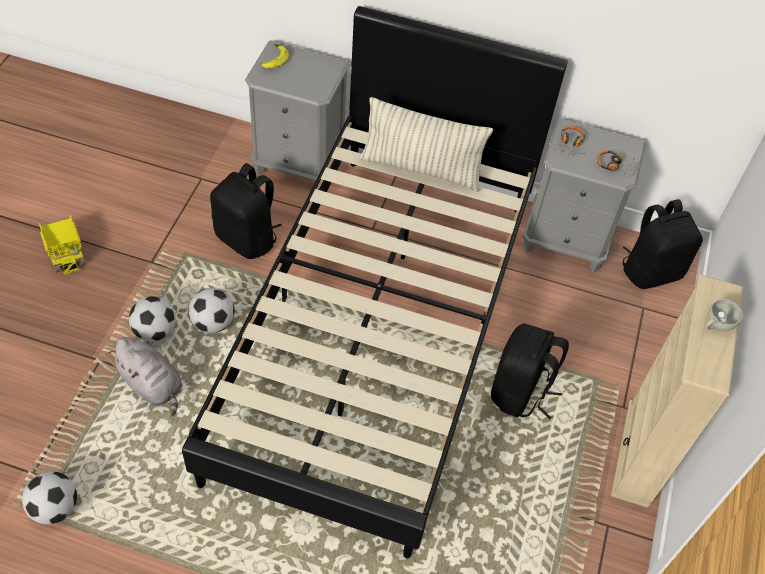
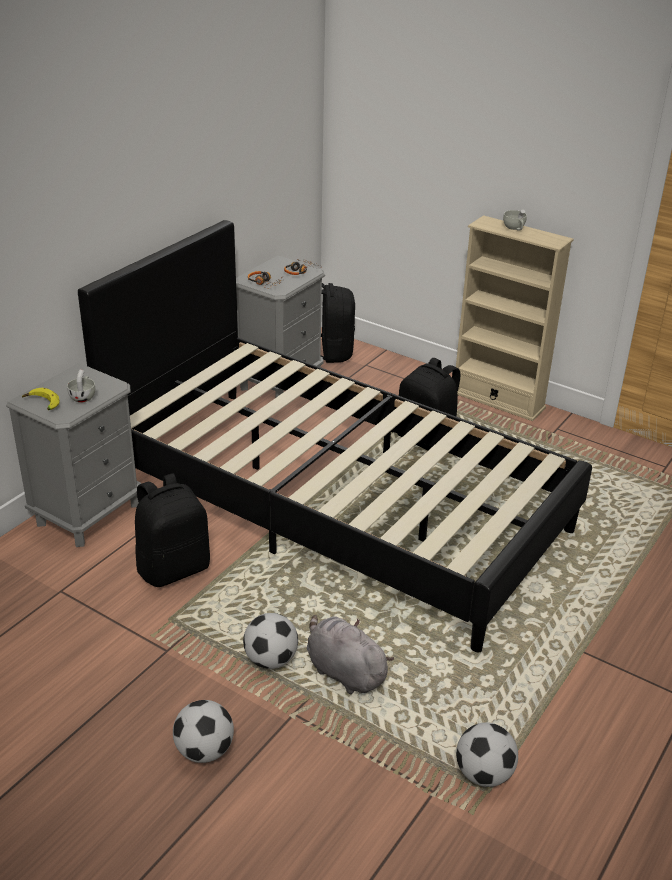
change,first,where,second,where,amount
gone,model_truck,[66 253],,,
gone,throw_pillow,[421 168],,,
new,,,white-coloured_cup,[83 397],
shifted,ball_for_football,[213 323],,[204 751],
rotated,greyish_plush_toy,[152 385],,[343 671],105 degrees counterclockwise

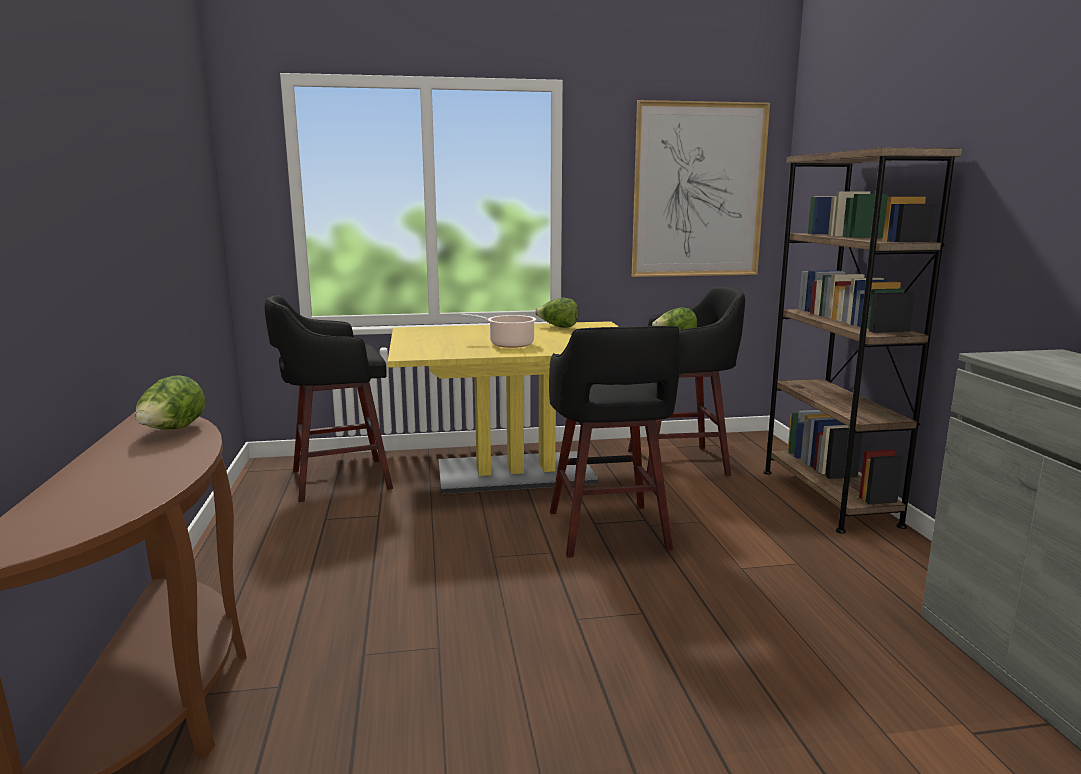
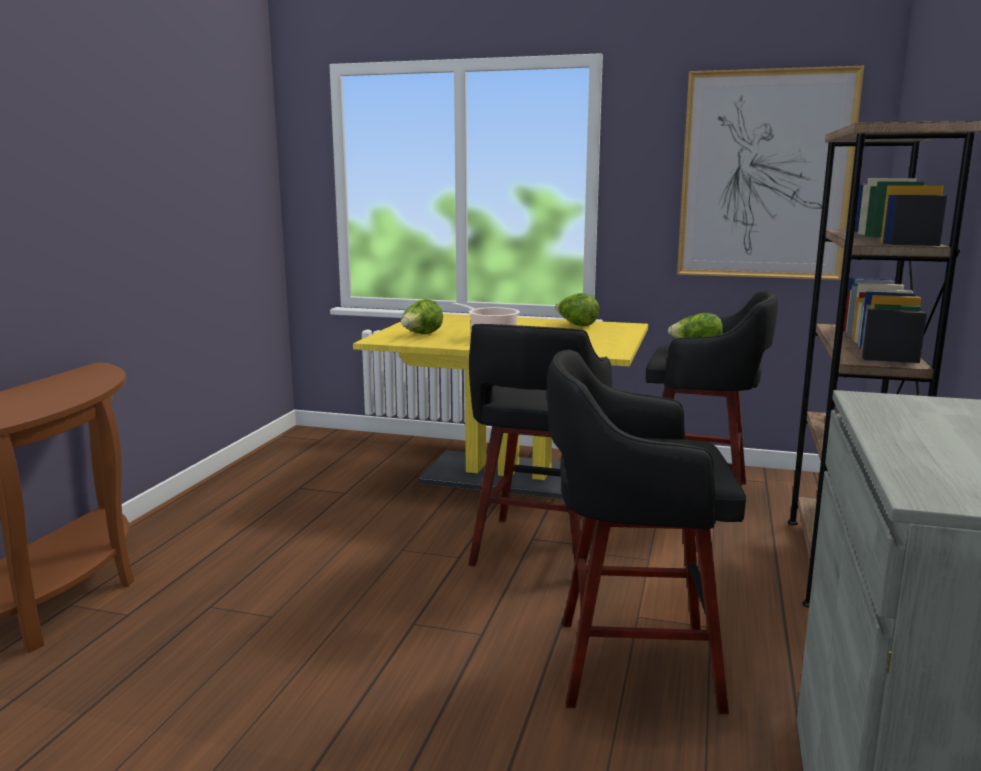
change,first,where,second,where,amount
shifted,lettuce,[172 431],,[421 335],
shifted,black_sitting_stool,[336 480],,[630 663],

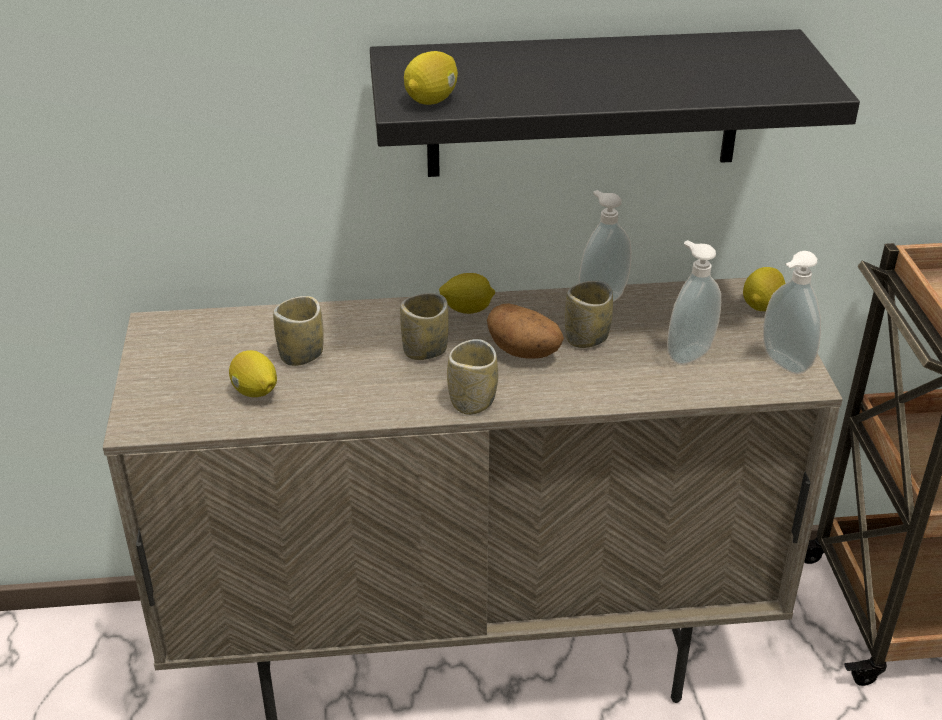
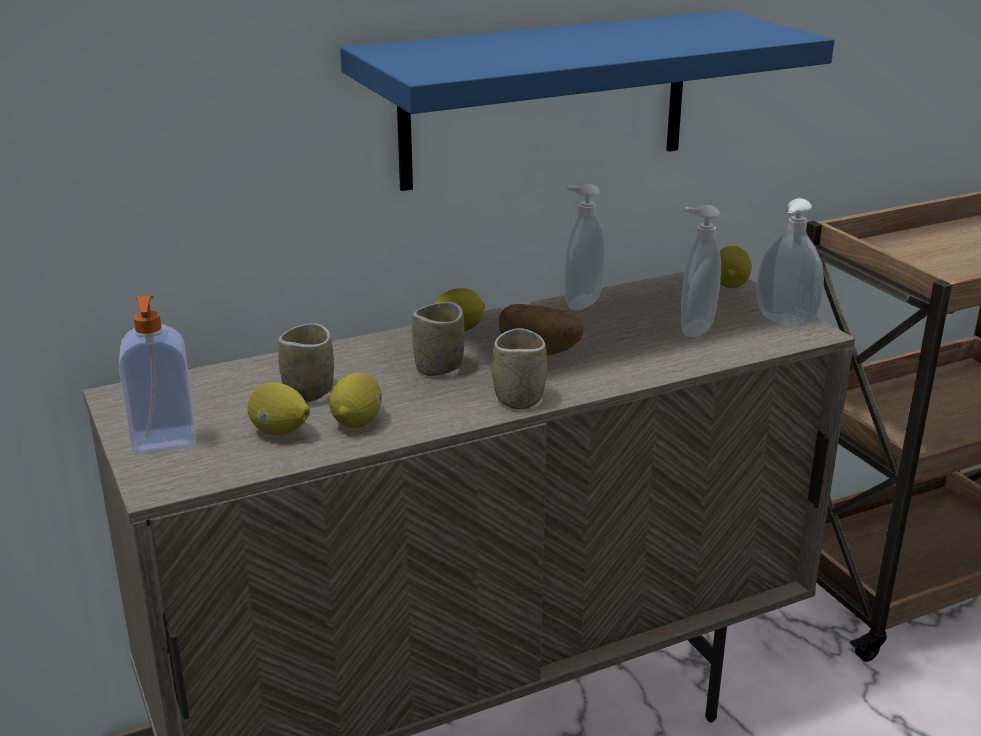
change,first,where,second,where,amount
gone,cup,[586 338],,,
new,,,soap_bottle,[164 441],
shifted,citrus_fruit,[432 100],,[358 421],
repainted,black_wall_shelf,[584 104],blue_wall_shelf,[546 99],

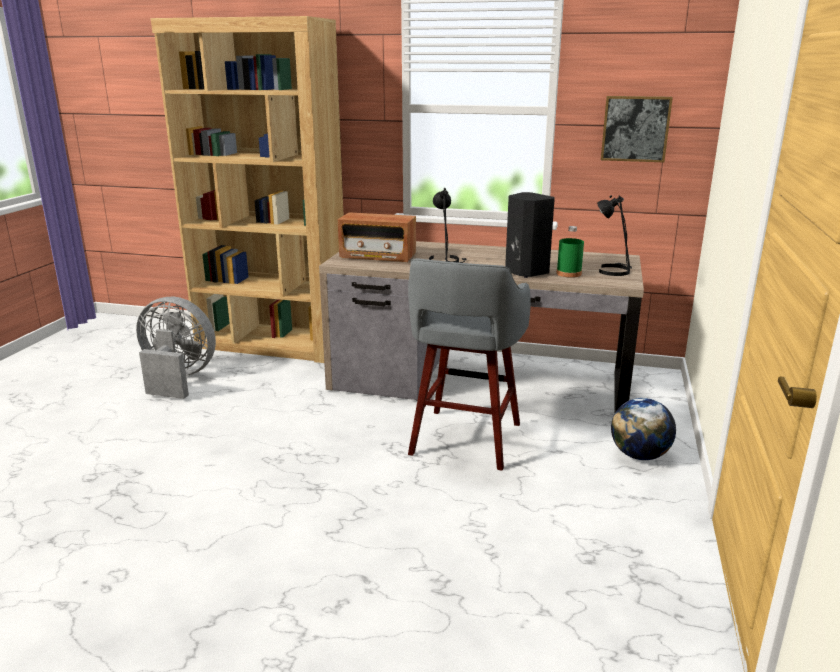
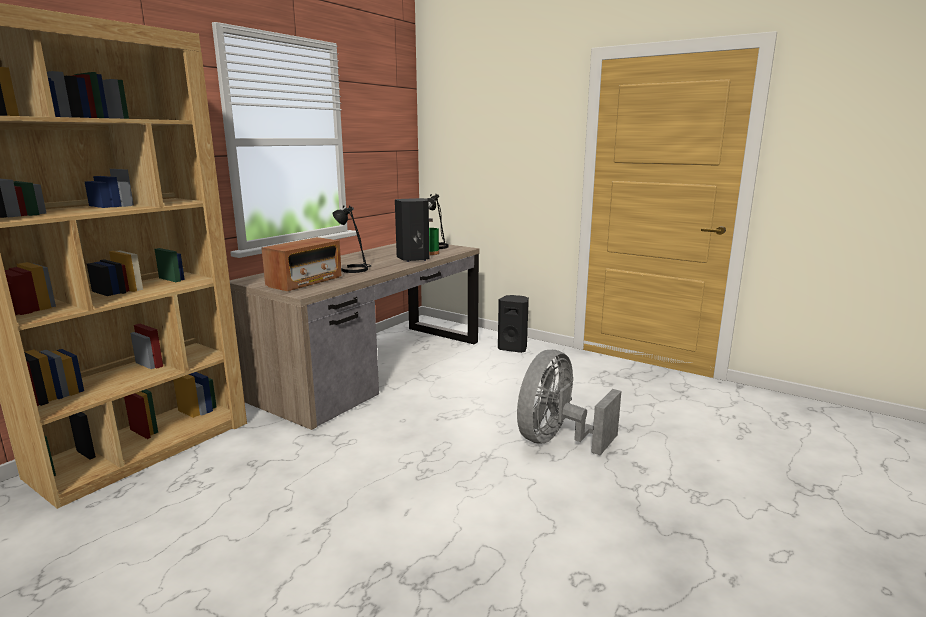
change,first,where,second,where,amount
gone,greyish_sitting_stool,[464 441],,,
gone,wall_art,[635 129],,,
shifted,greyish_electric_fan,[177 379],,[557 440],
swapped,globe,[639 455],black_loudspeaker,[513 348],

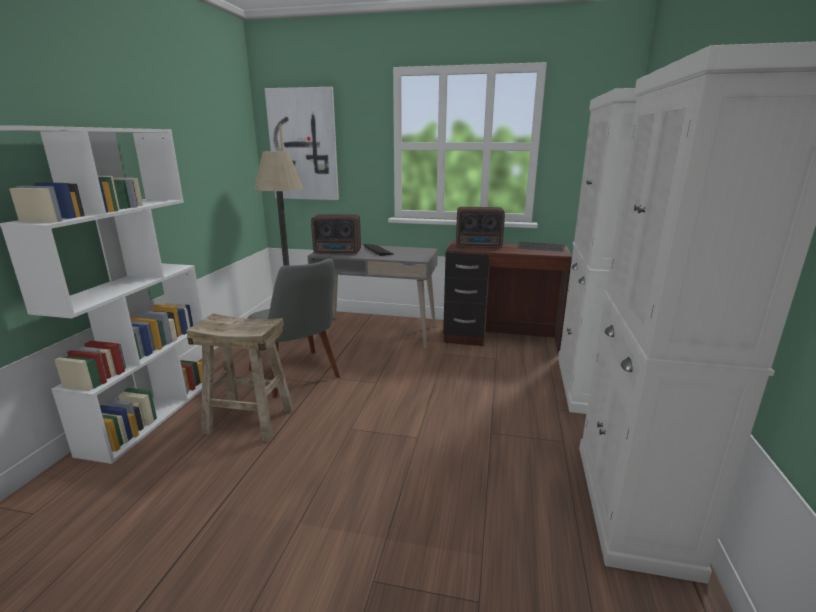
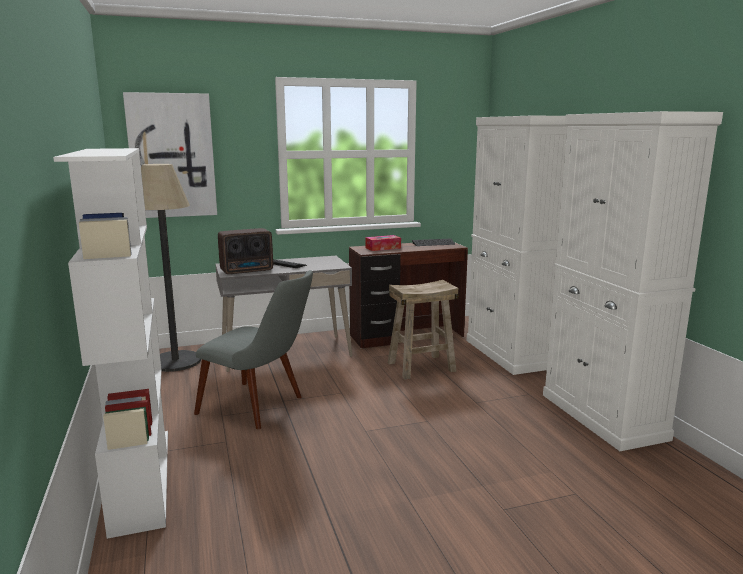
change,first,where,second,where,amount
shifted,beige_sitting_stool,[249 421],,[421 367],
swapped,radio,[479 246],box_of_tissues,[383 248],

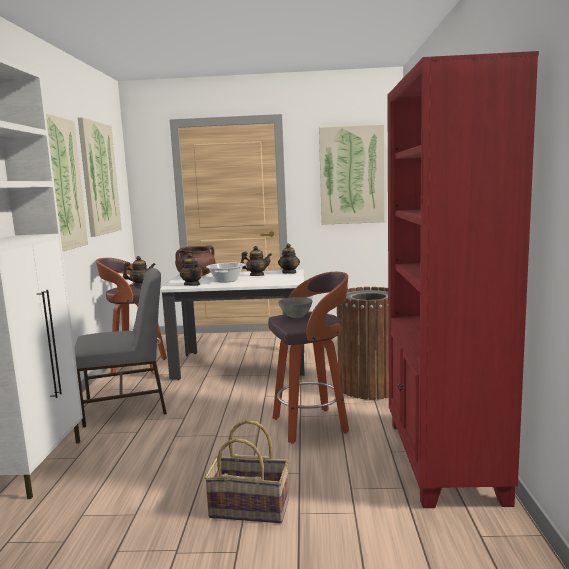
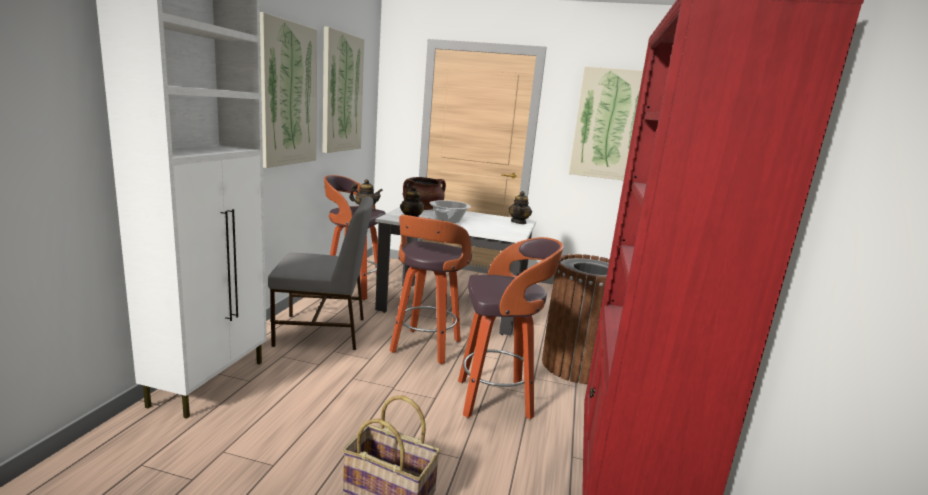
change,first,where,second,where,amount
gone,pot_for_tea,[257 275],,,
gone,greyish_serving_bowl,[296 317],,,
new,,,sitting_stool,[425 347],

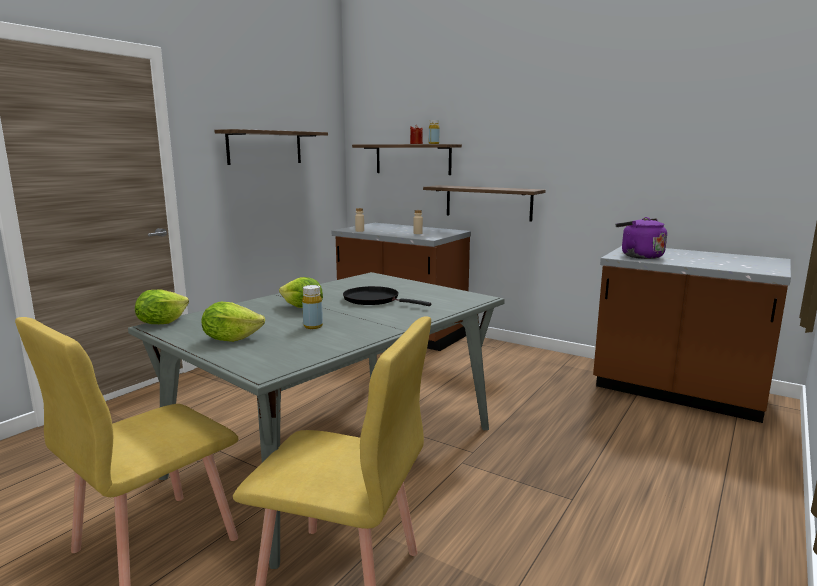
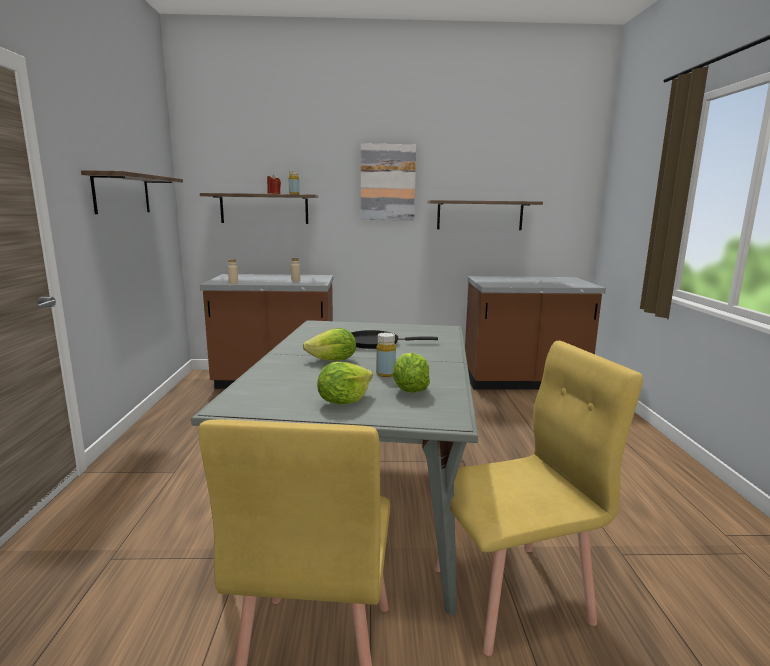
change,first,where,second,where,amount
gone,purple-coloured_water_kettle,[639 256],,,
new,,,wall_art,[387 182],
shifted,lettuce,[161 322],,[409 389],
shifted,wall_shelf,[488 202],,[480 215],

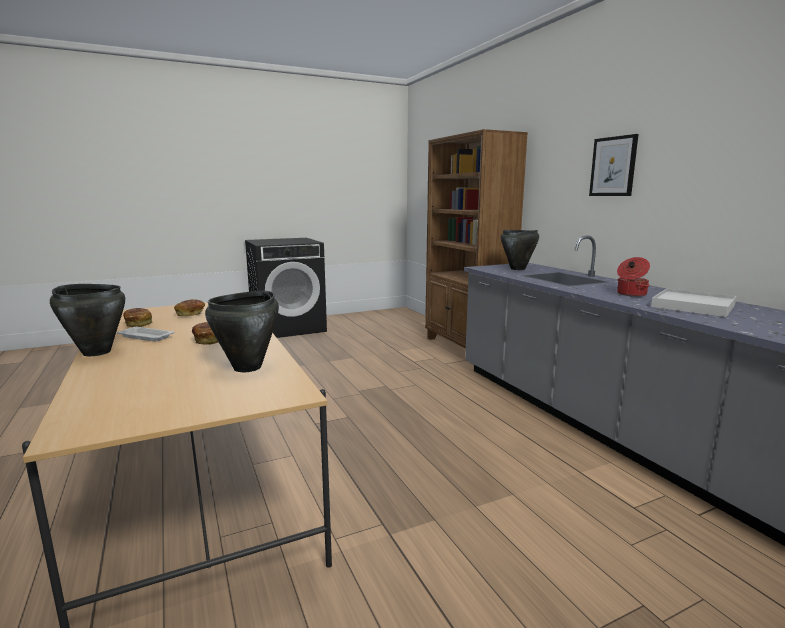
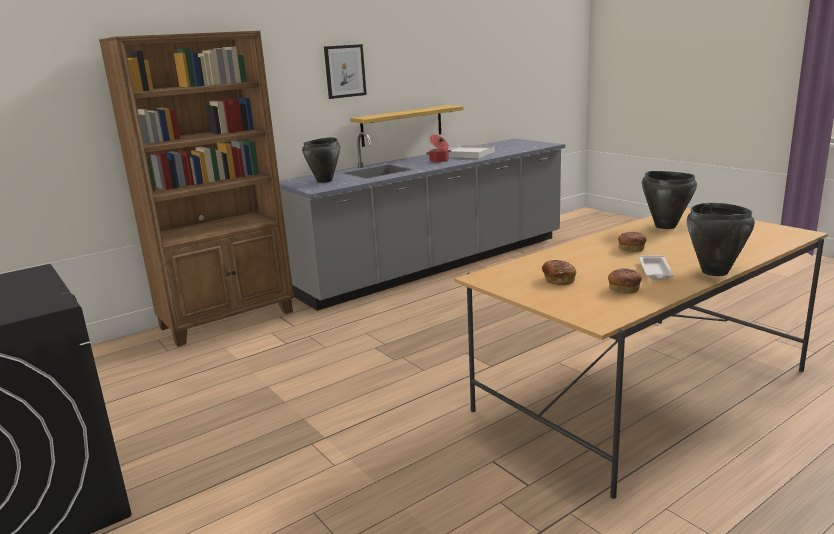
change,first,where,second,where,amount
new,,,wall_shelf,[402 125],

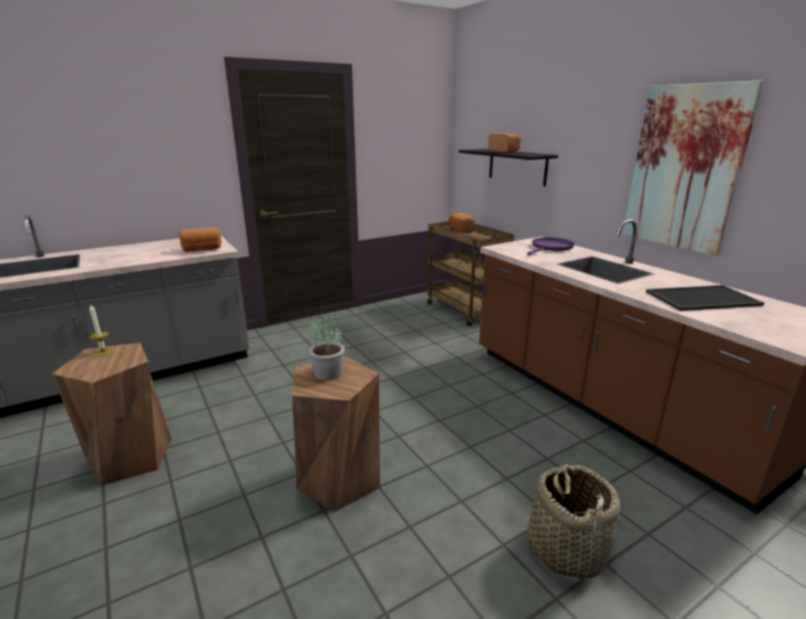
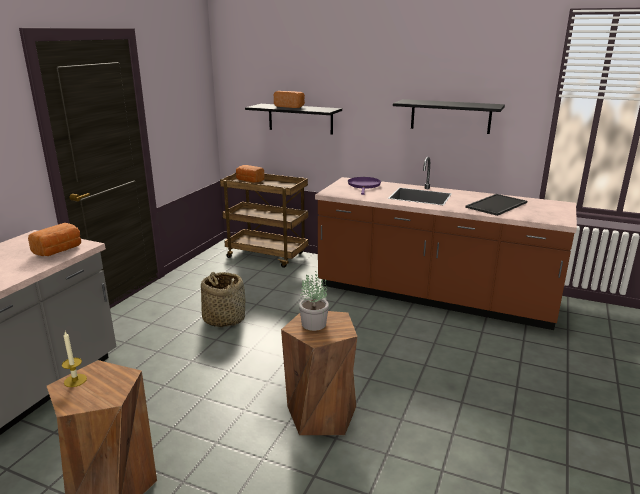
change,first,where,second,where,amount
shifted,storage_basket,[566 548],,[224 318],
swapped,wall_art,[685 168],black_wall_shelf,[450 116],

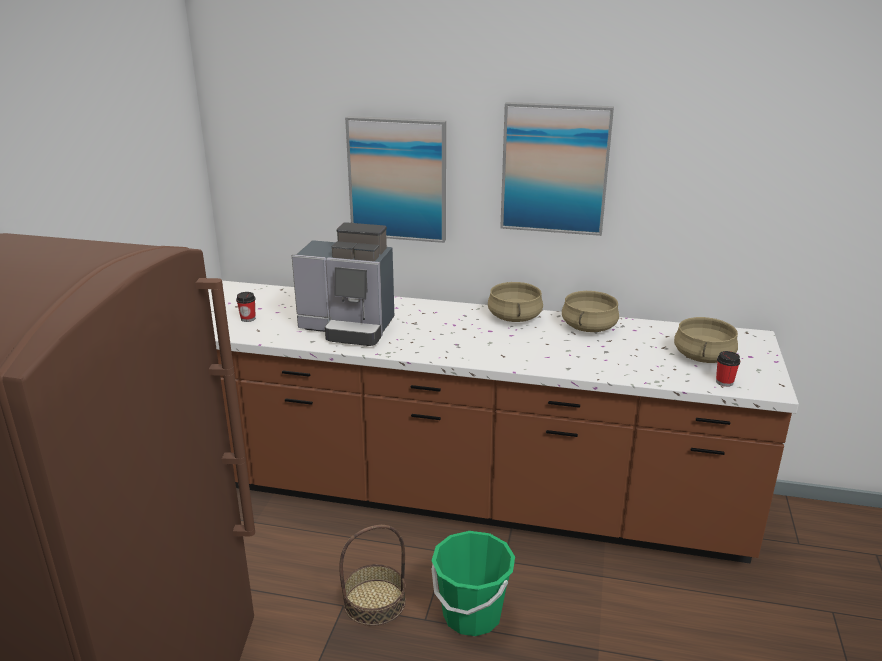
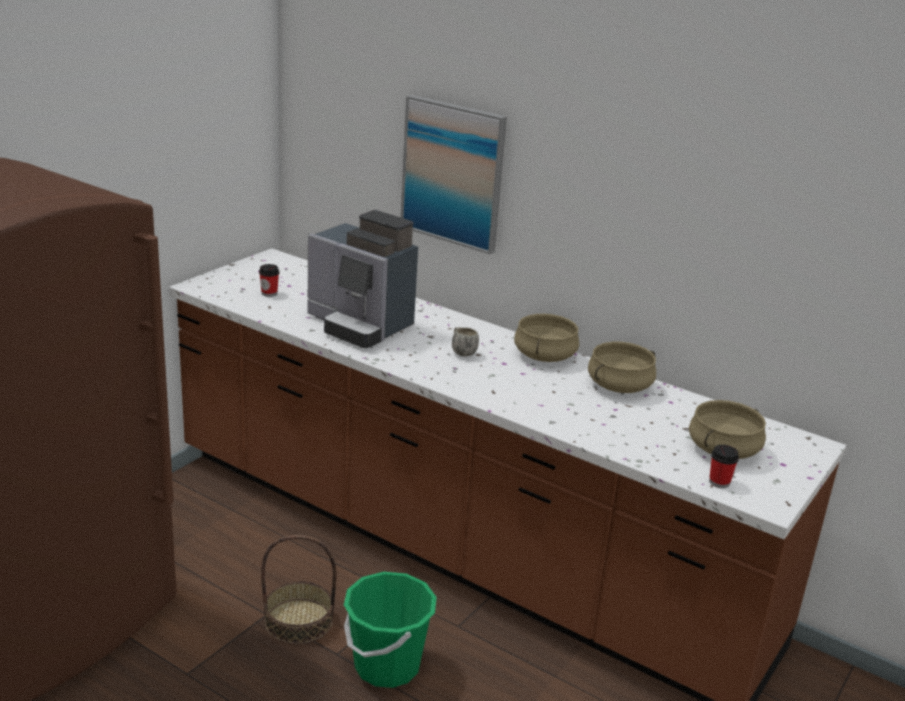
change,first,where,second,where,amount
gone,wall_art,[555 169],,,
new,,,white-coloured_mug,[462 352],

